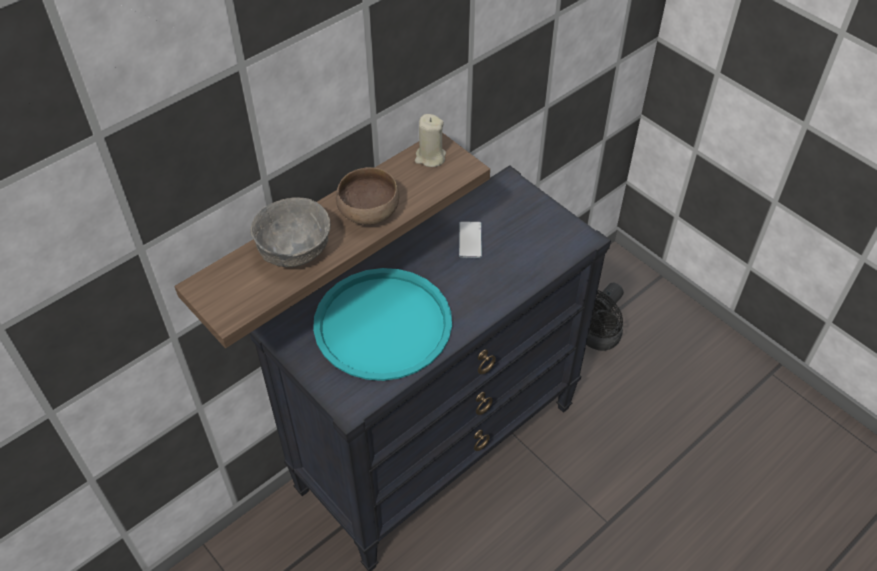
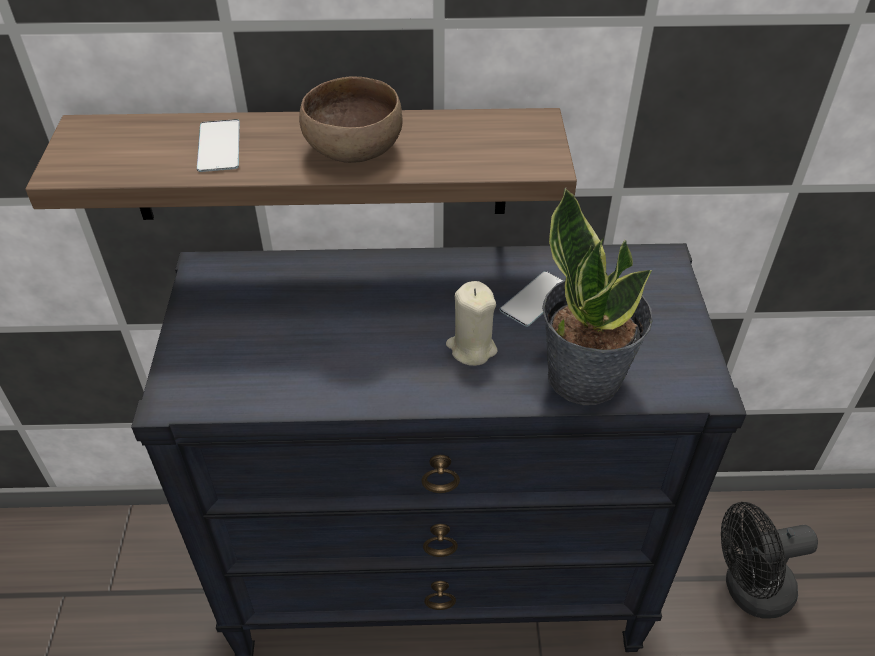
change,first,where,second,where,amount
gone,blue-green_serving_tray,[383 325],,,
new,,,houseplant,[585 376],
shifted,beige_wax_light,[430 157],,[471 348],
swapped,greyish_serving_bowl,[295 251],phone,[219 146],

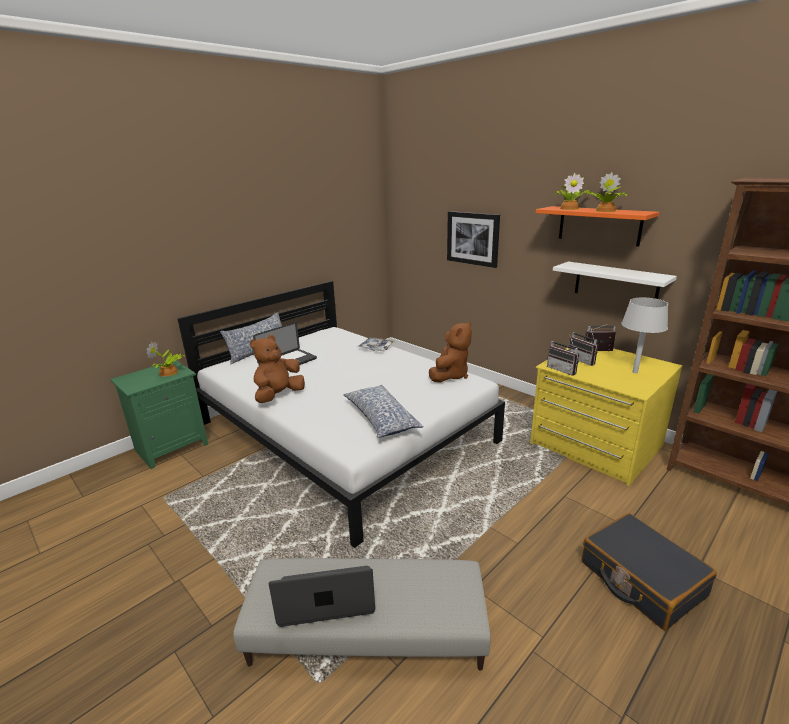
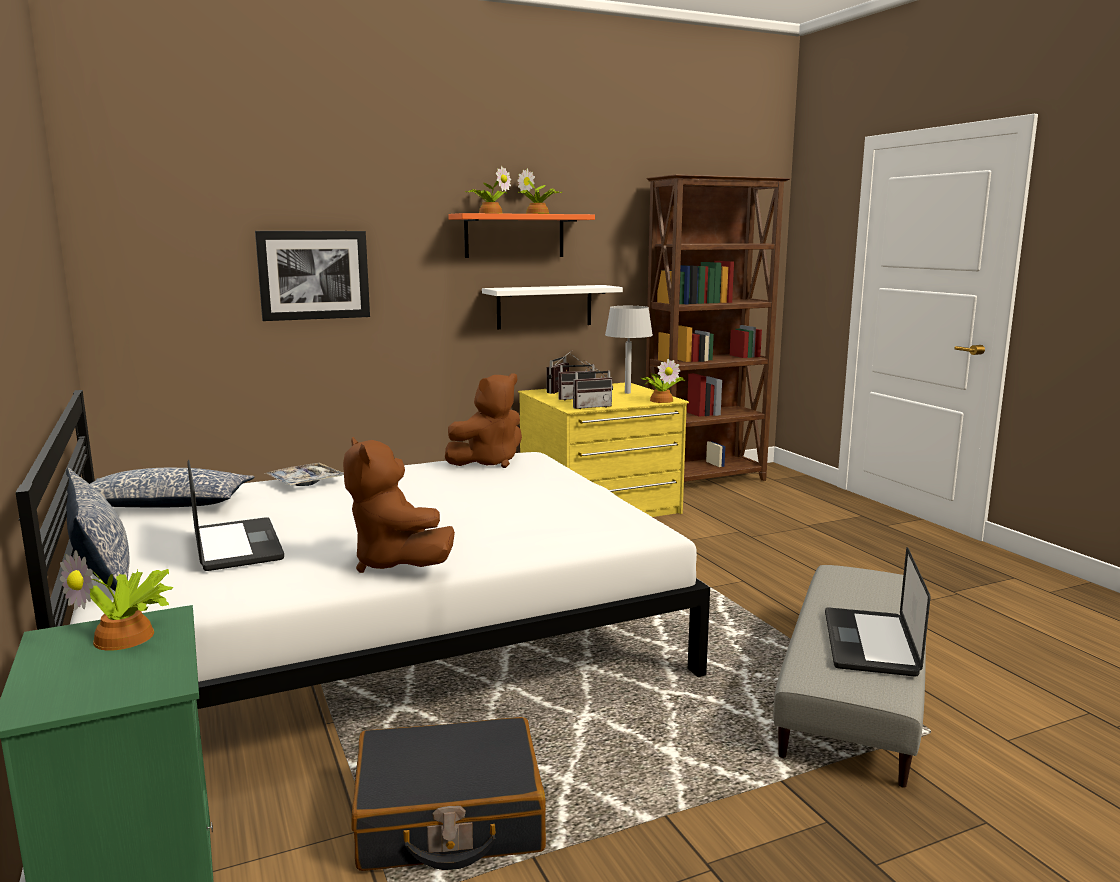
change,first,where,second,where,amount
new,,,houseplant,[662 400],
shifted,throw_pillow,[380 419],,[164 506],
shifted,black_suitcase,[641 579],,[449 818],
rotated,brown-coloured_plush_toy,[450 375],,[488 462],90 degrees clockwise

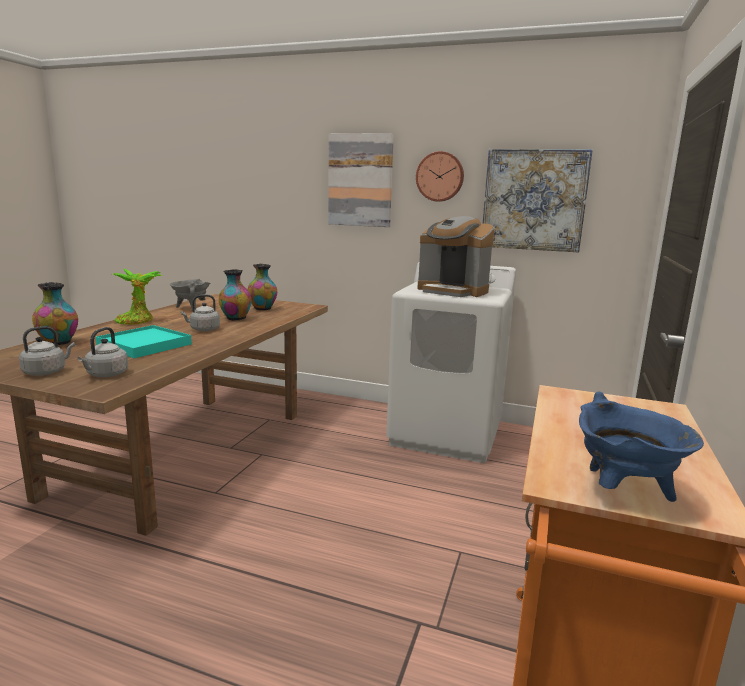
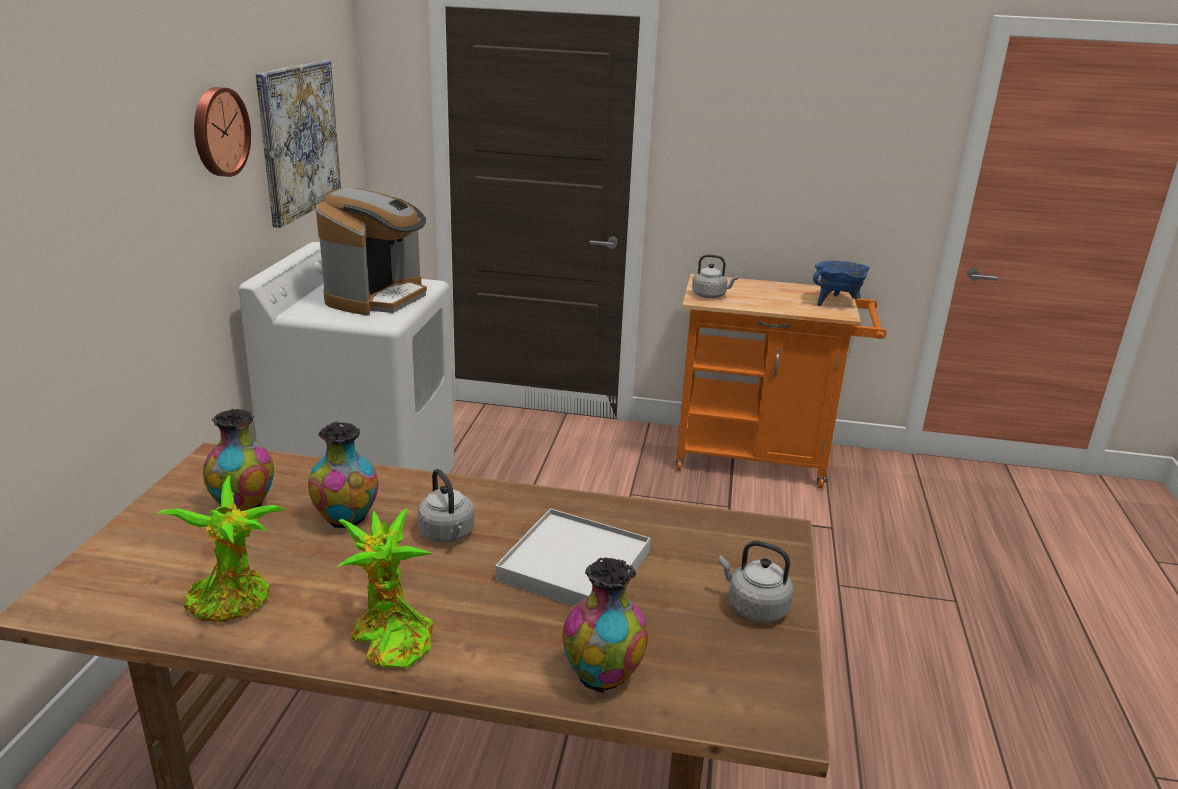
change,first,where,second,where,amount
gone,wall_art,[360 180],,,
shifted,greyish_water_kettle,[106 375],,[710 295],
swapped,greyish_saucepot,[191 308],houseplant,[233 602],
repainted,blue-green_serving_tray,[144 345],white-coloured_serving_tray,[575 566],

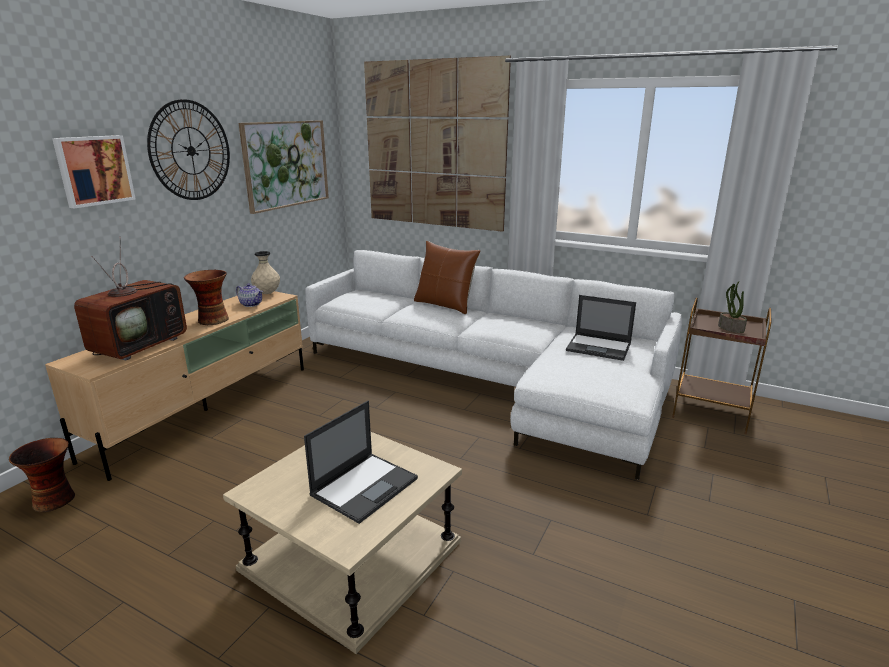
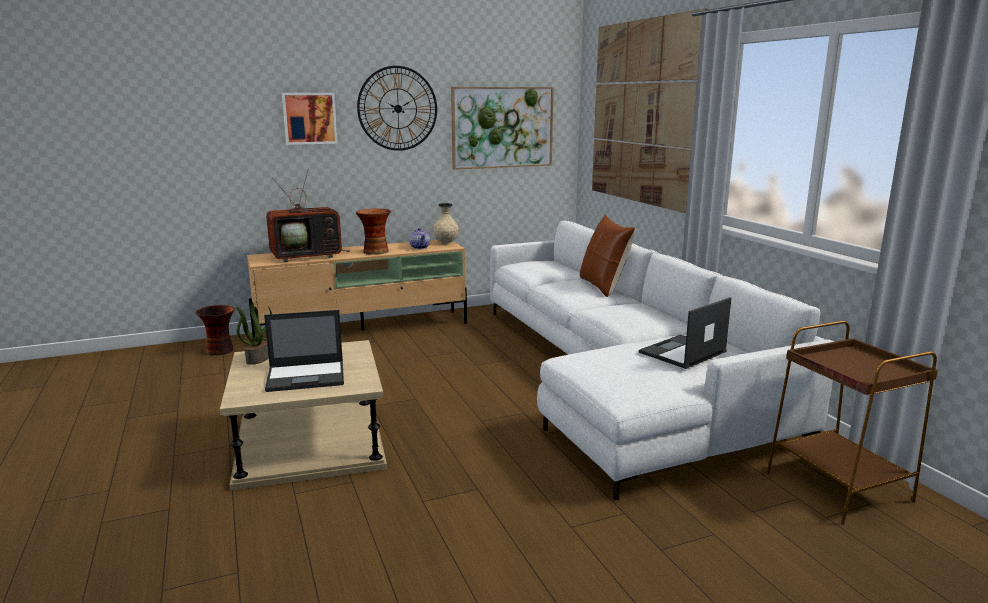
change,first,where,second,where,amount
shifted,houseplant,[730 328],,[258 358],
rotated,portable_computer,[599 347],,[682 352],75 degrees clockwise

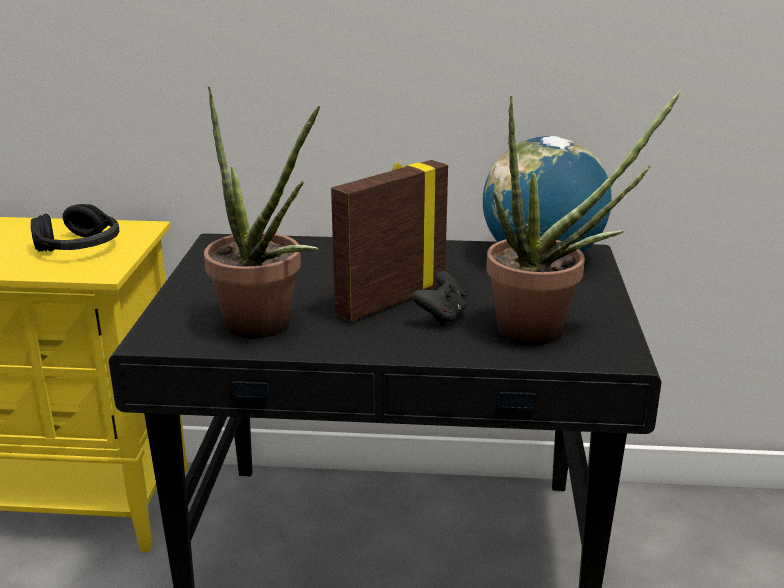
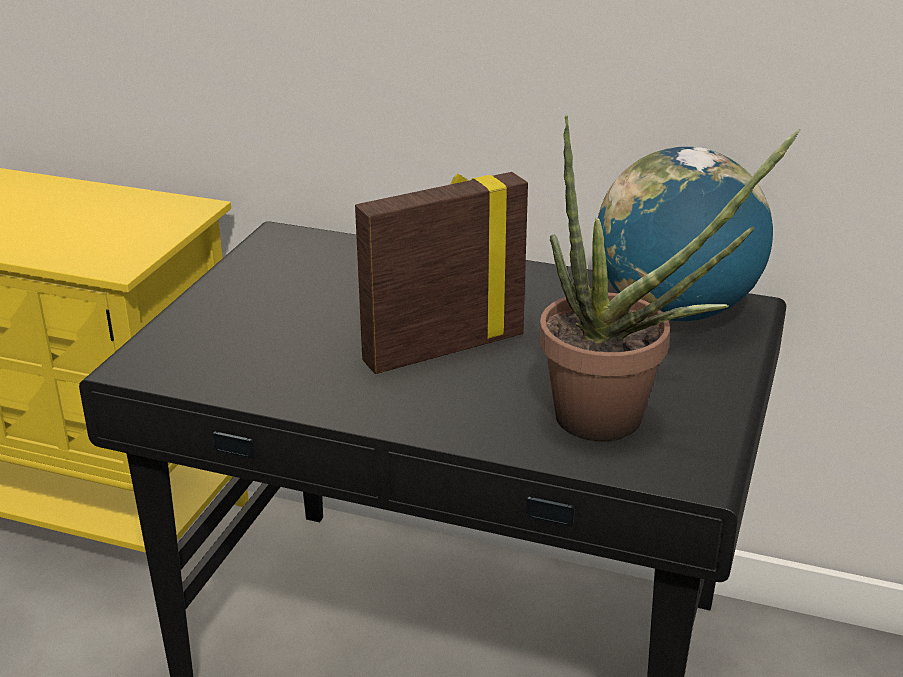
change,first,where,second,where,amount
gone,black_pair_of_headphones,[79 247],,,
gone,houseplant,[266 329],,,
gone,black_game_controller,[442 316],,,

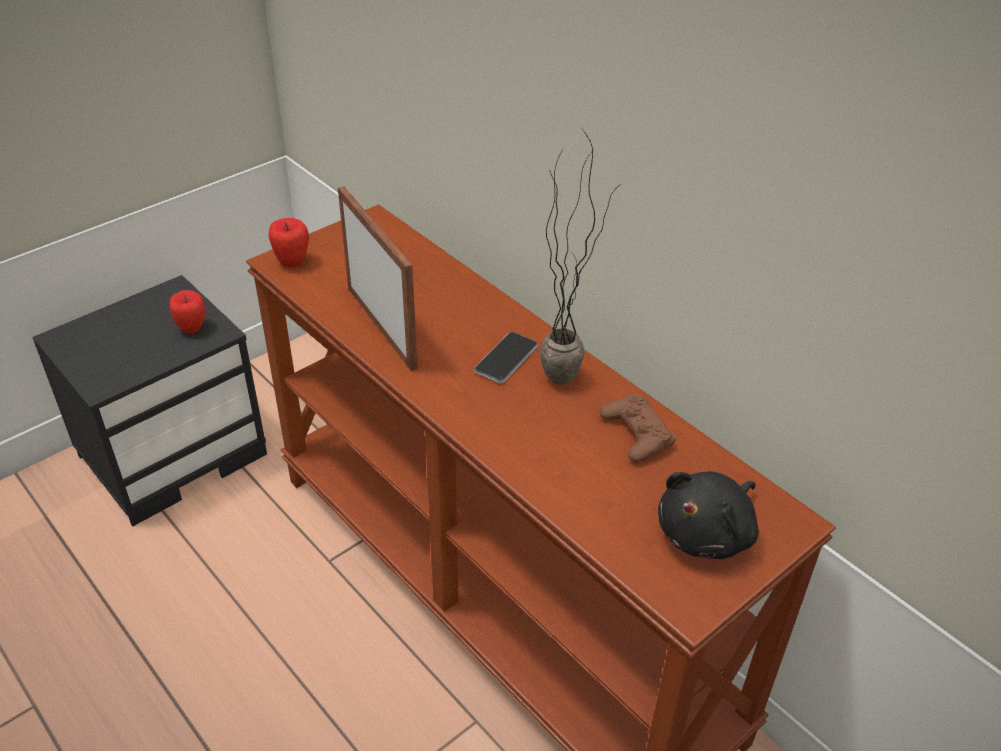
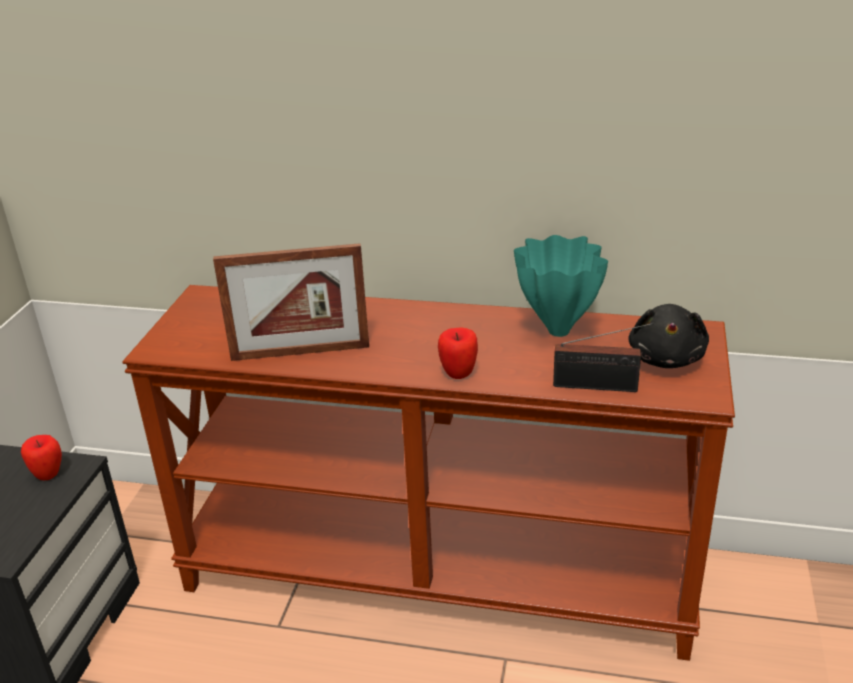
change,first,where,second,where,amount
gone,phone,[506 358],,,
gone,houseplant,[569 372],,,
new,,,radio,[600 386],
shifted,apple,[292 262],,[458 373],
swapped,brown-coloured_game_controller,[636 433],blue-green_decorative_vase,[557 330],
rotated,standing_frame,[381 327],,[300 352],150 degrees clockwise

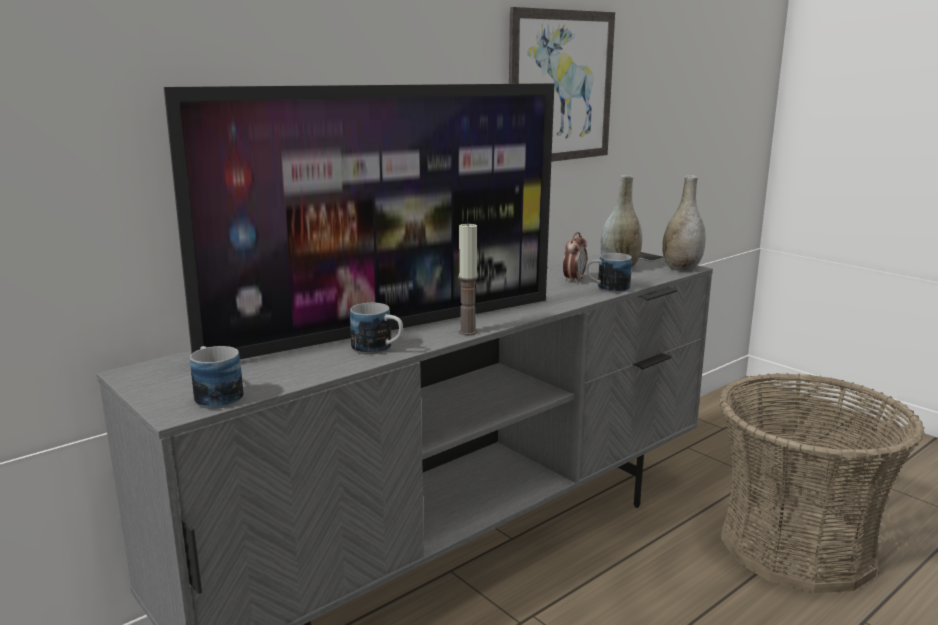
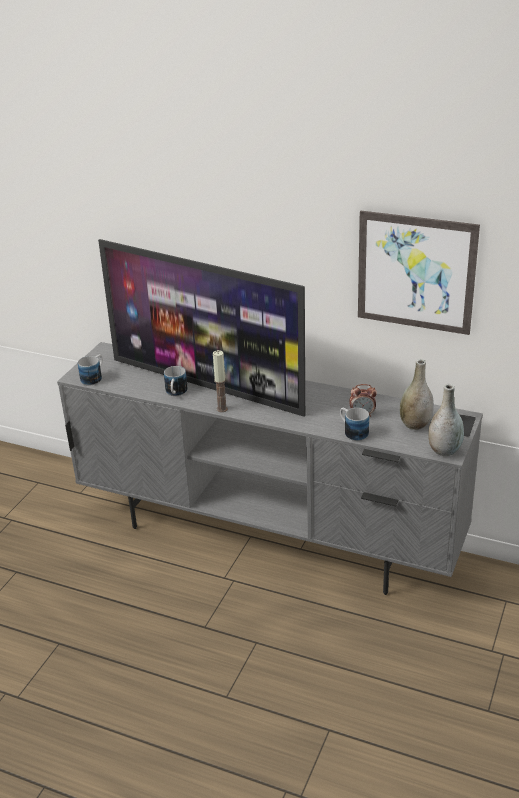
change,first,where,second,where,amount
gone,storage_basket,[797 546],,,

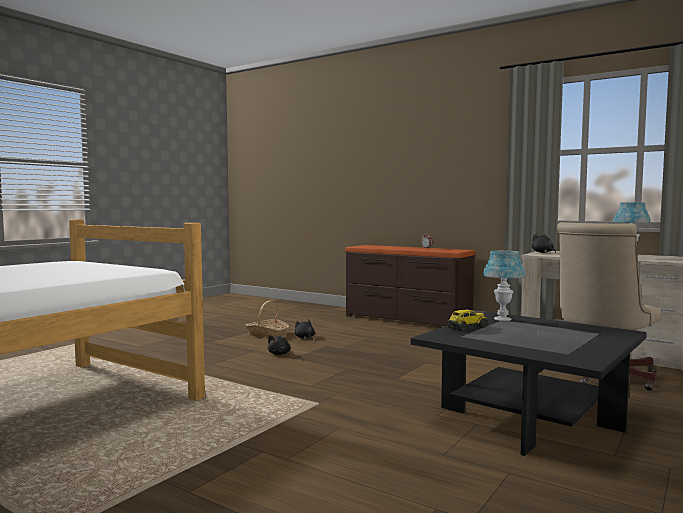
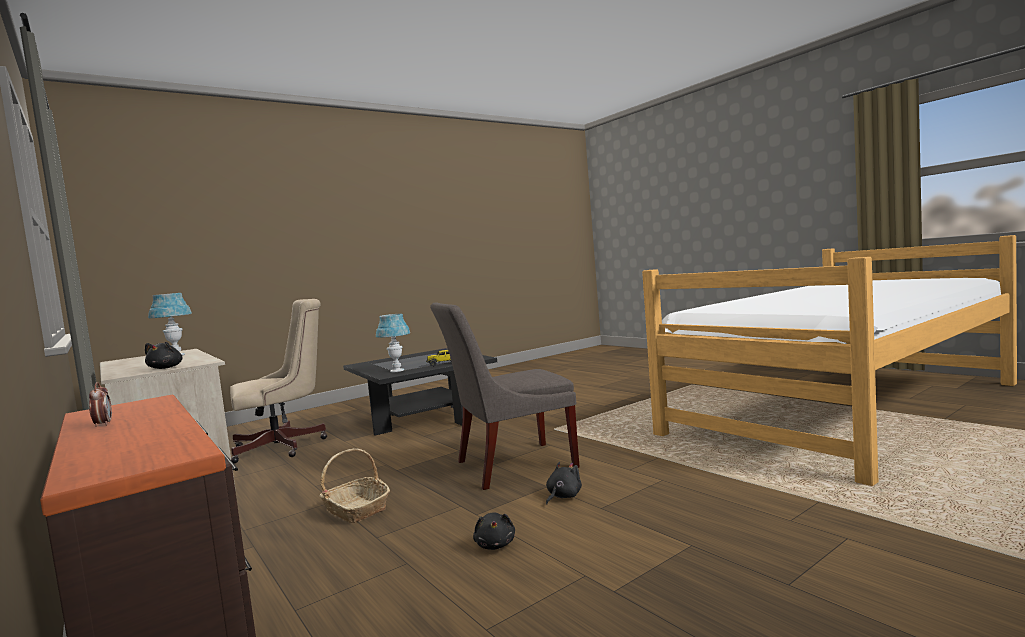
change,first,where,second,where,amount
new,,,greyish_chair,[510 465],
shifted,storage_basket,[267 335],,[355 509],

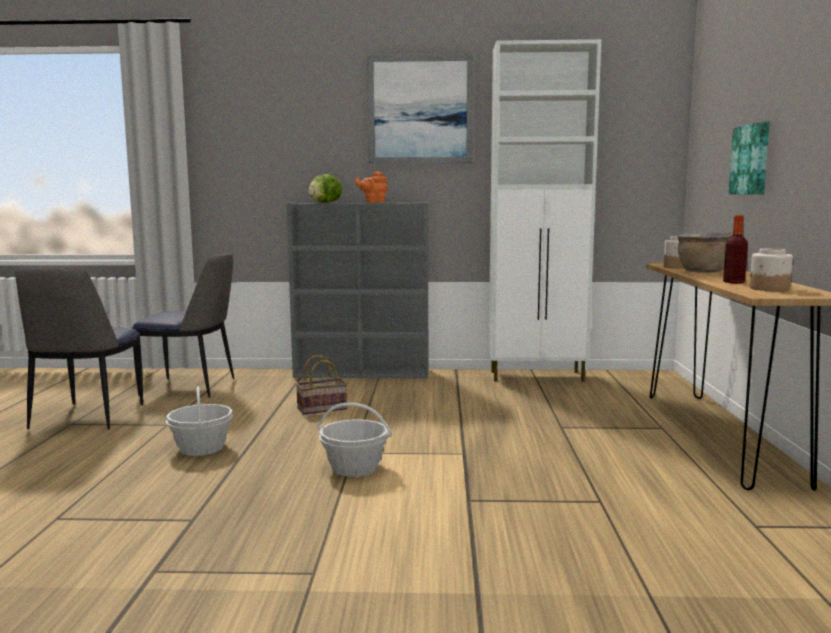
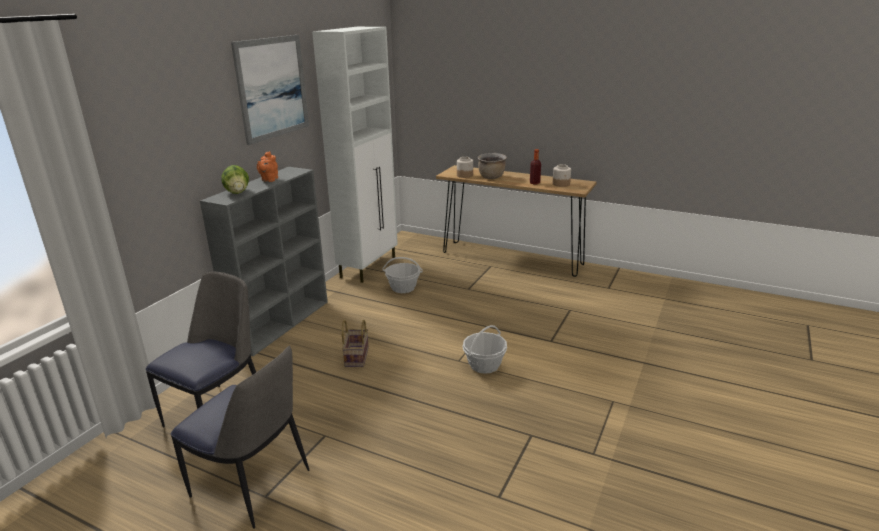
change,first,where,second,where,amount
gone,wall_art,[751 159],,,
shifted,storage_basket,[201 448],,[403 288],

